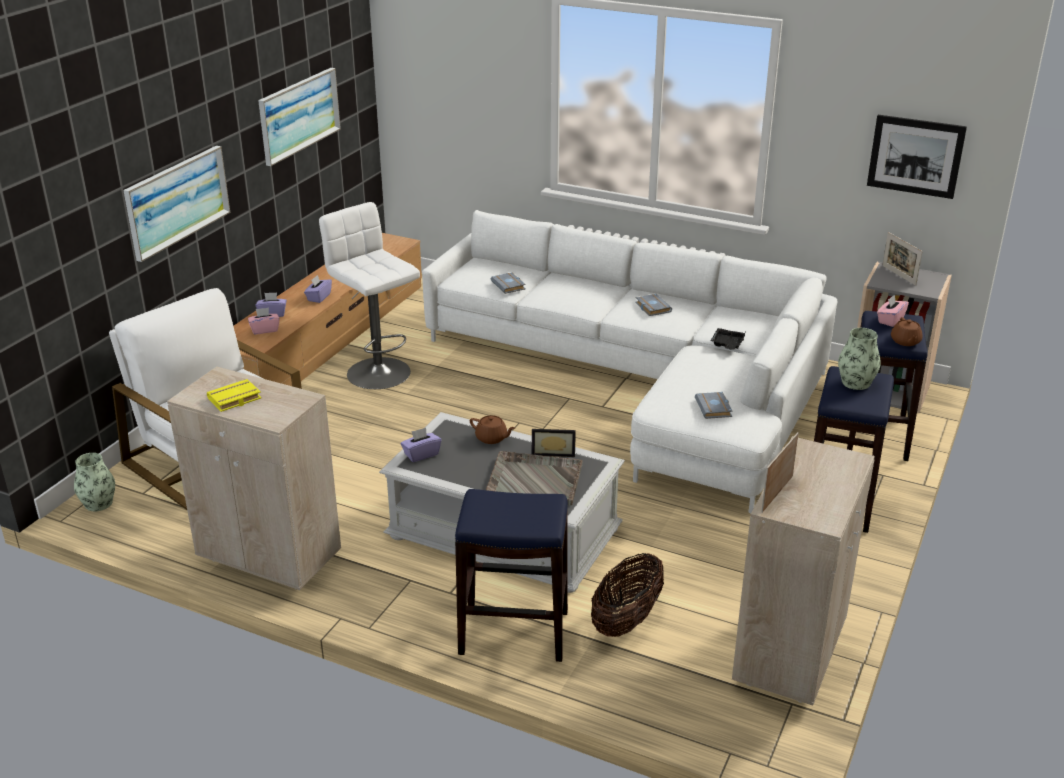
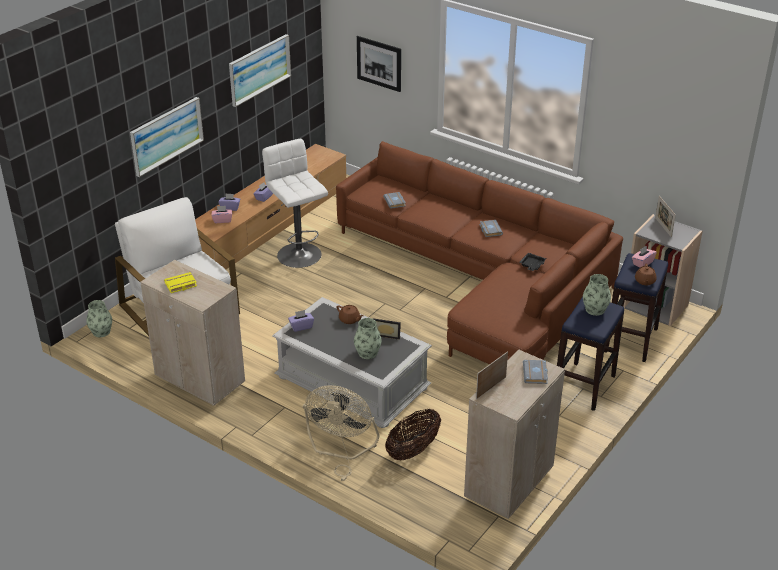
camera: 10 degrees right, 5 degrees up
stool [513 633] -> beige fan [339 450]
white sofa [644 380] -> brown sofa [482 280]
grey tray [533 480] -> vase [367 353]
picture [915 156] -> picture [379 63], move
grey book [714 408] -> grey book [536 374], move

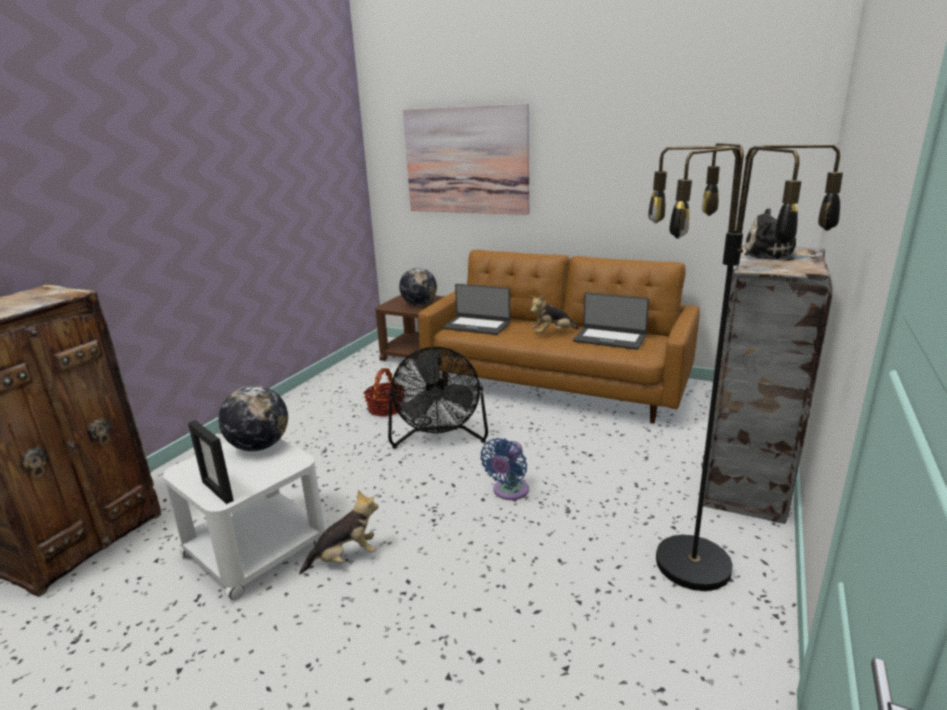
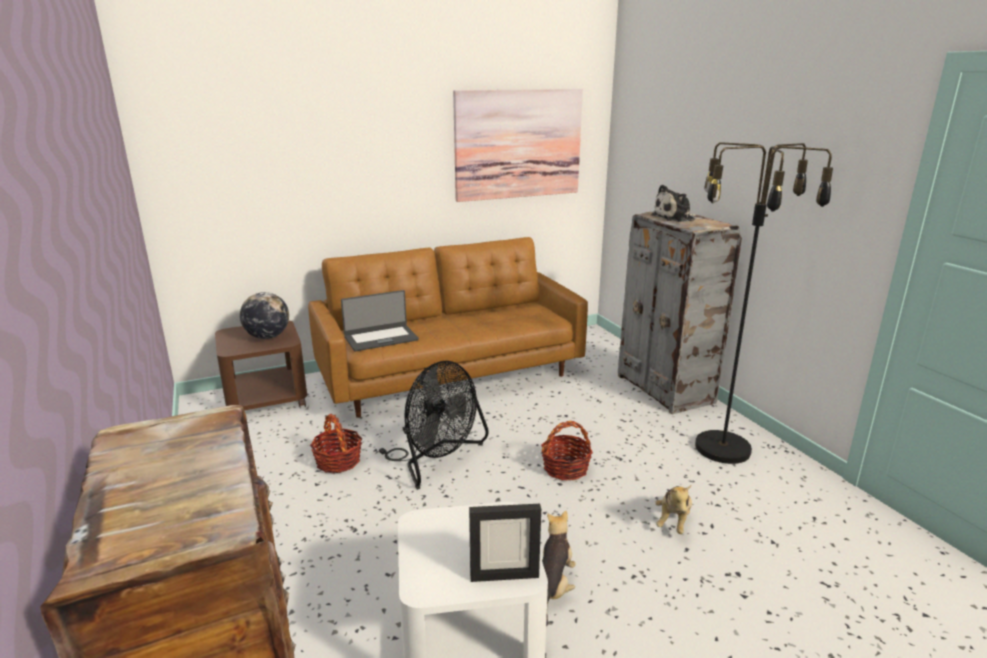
camera: 50 degrees left, 0 degrees up
picture [466 160] -> picture [518 144], move
blue fan [509 492] -> basket [565 468]
plush toy [552 334] -> plush toy [673 521], move
globe [259 446] -> none
laptop [610 338] -> none

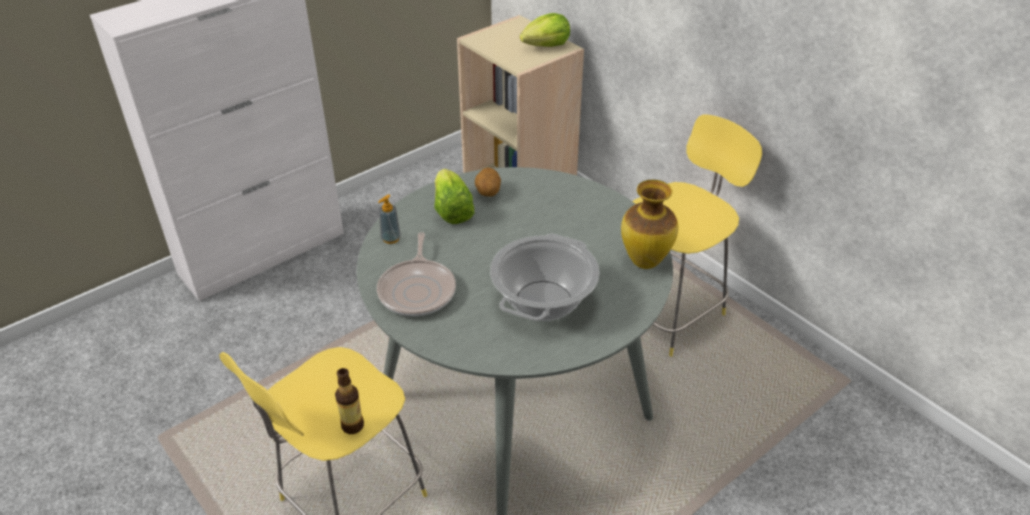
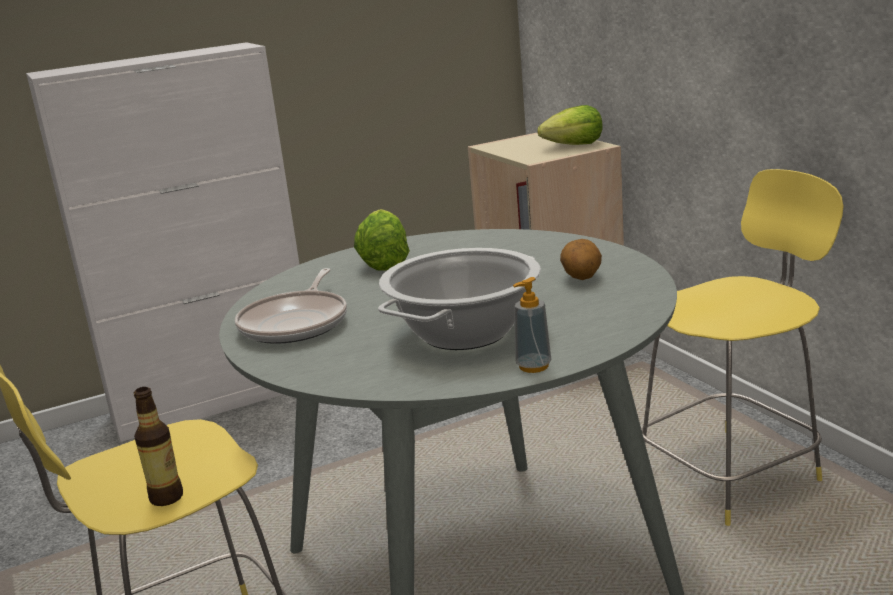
camera: 15 degrees right, 20 degrees down
soap dispenser [391 238] -> soap dispenser [533 366], move
potato [487 193] -> potato [581 278], move
vase [644 261] -> none

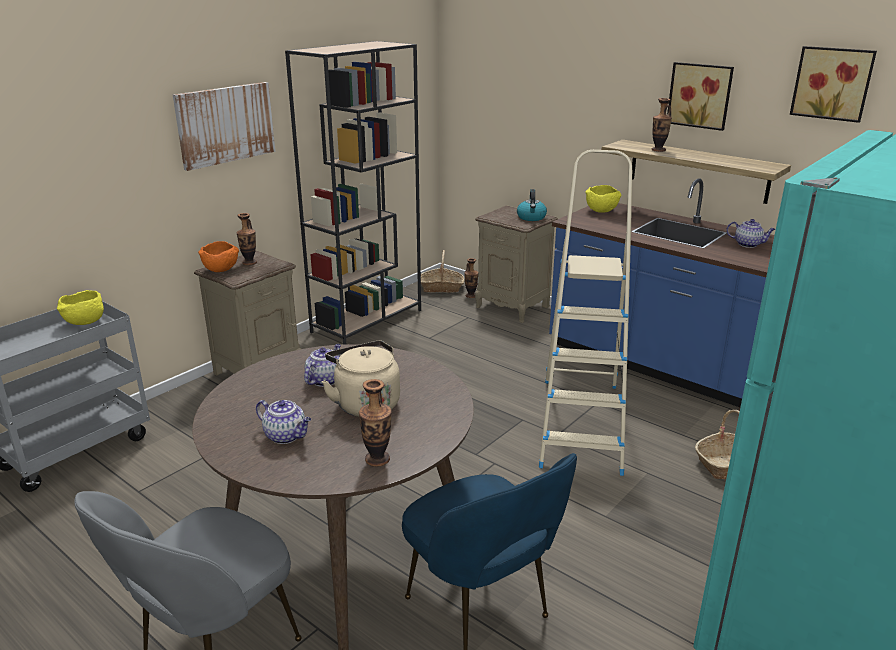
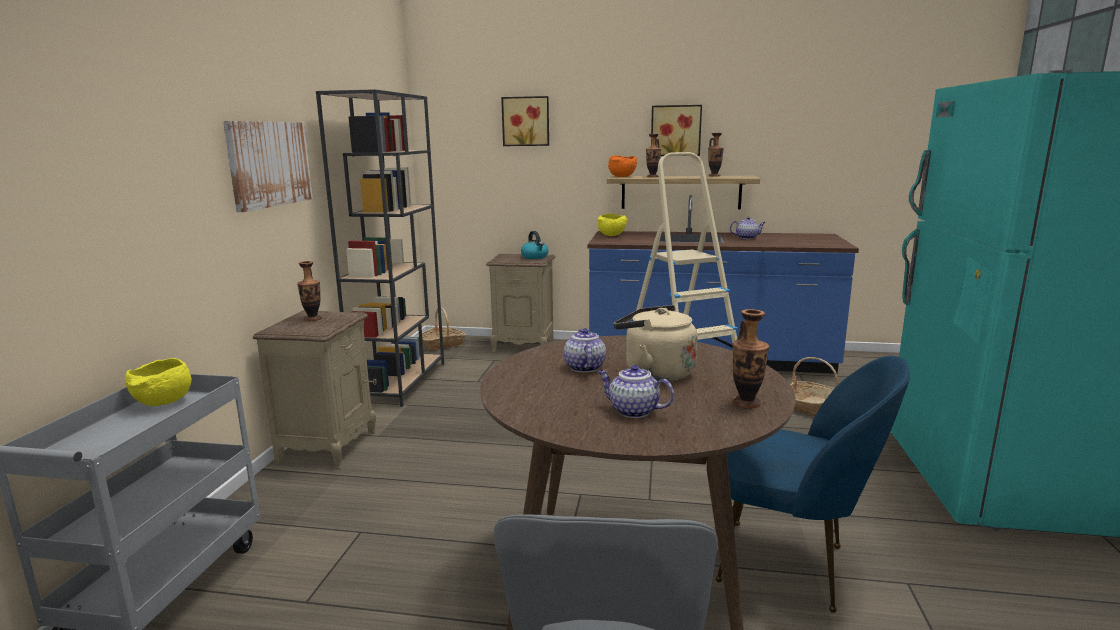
camera: 30 degrees left, 10 degrees down
picture [832 83] -> picture [526 121], move
teapot [286 436] -> teapot [632 411], 150 degrees counterclockwise
orange bowl [221 270] -> orange bowl [622 177], move
vase [471 296] -> vase [714 176], move

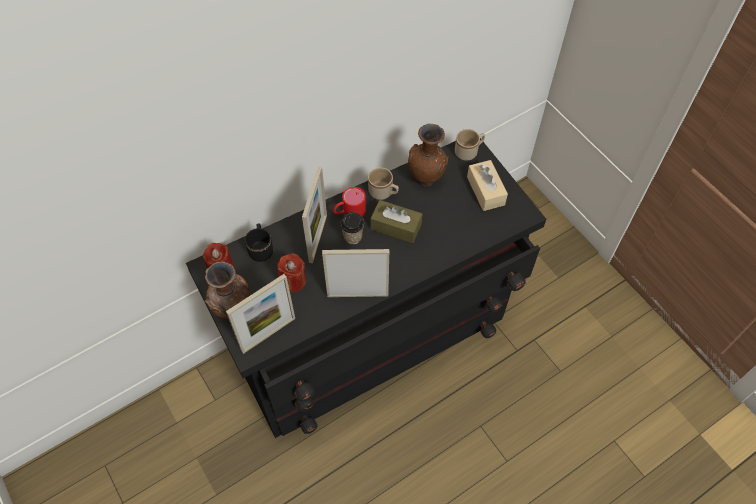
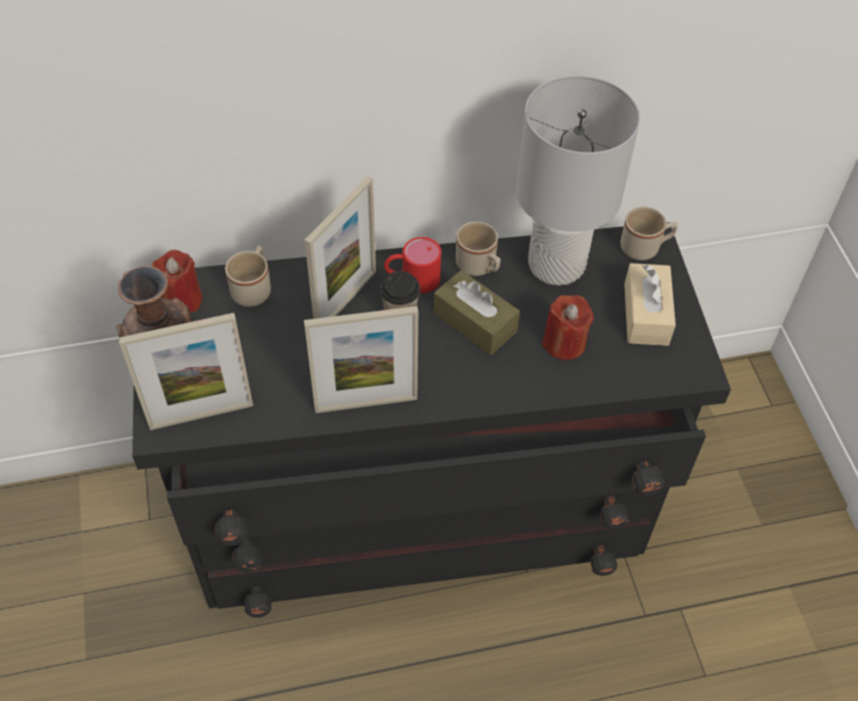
camera: 20 degrees right, 5 degrees down
black mug [261 248] -> beige mug [253 288]
picture frame [357 295] -> picture frame [366 403], 150 degrees clockwise
brown vase [426 180] -> grey table lamp [557 269]
red candle [293 281] -> red candle [564 343], move

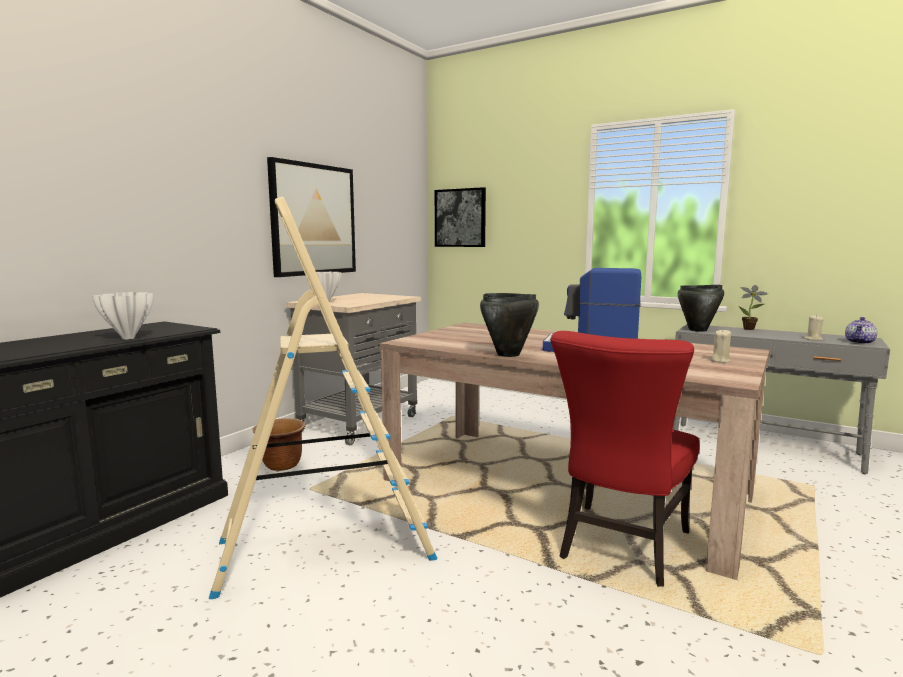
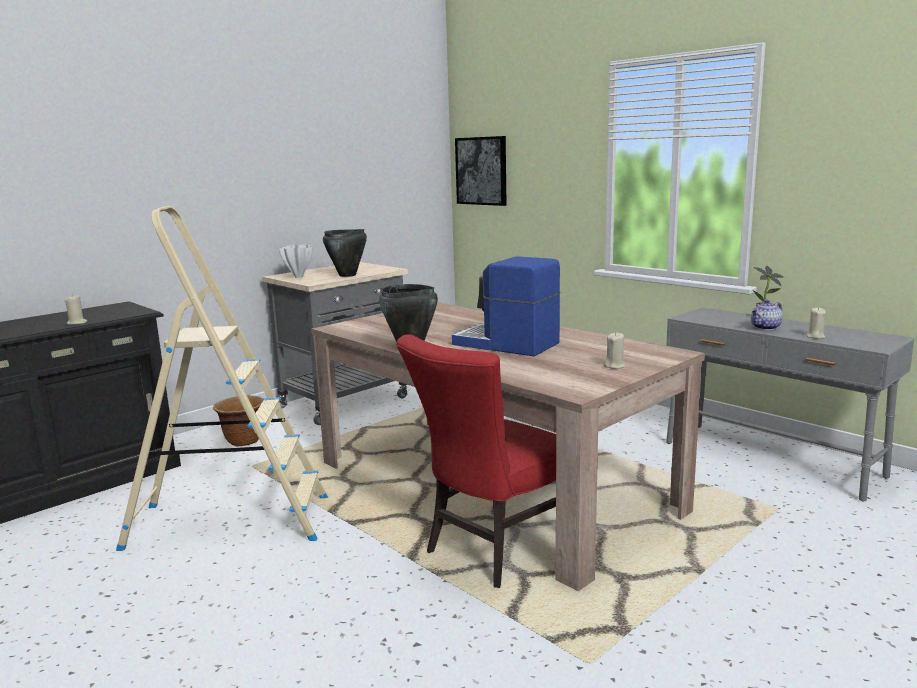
camera: 15 degrees right, 5 degrees up
white vase [129 338] -> beige candle [77 323]
black cooking pot [698 330] -> black cooking pot [347 275], move
teapot [860 342] -> teapot [766 328], move
picture [313 220] -> none

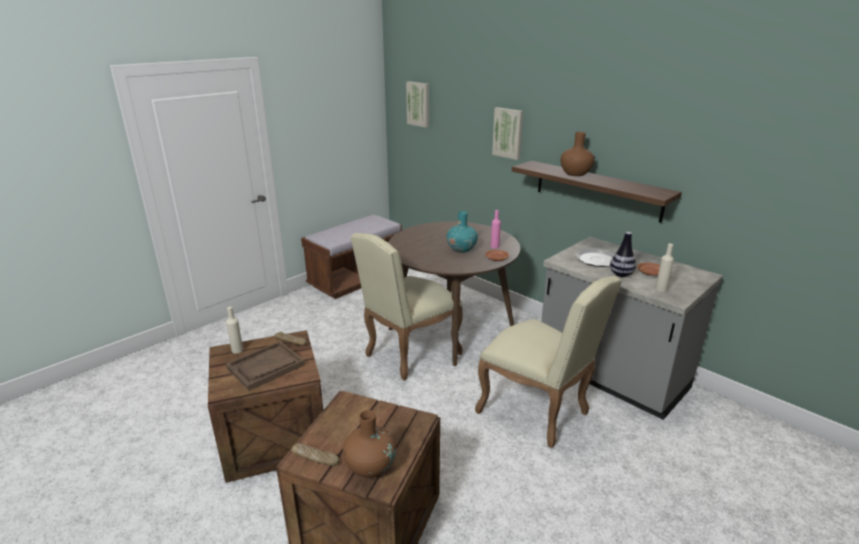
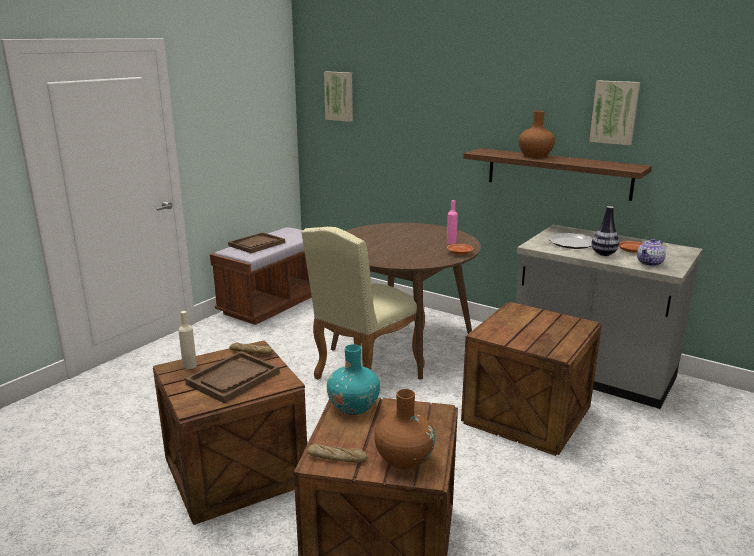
camera: 10 degrees left, 5 degrees down
none -> brown tray [257 244]
turquoise vase [461 249] -> turquoise vase [353 407], move
beige chair [536 411] -> crate [527 415]
picture [508 133] -> picture [614 112], move
beige bottle [661 289] -> teapot [650 263]

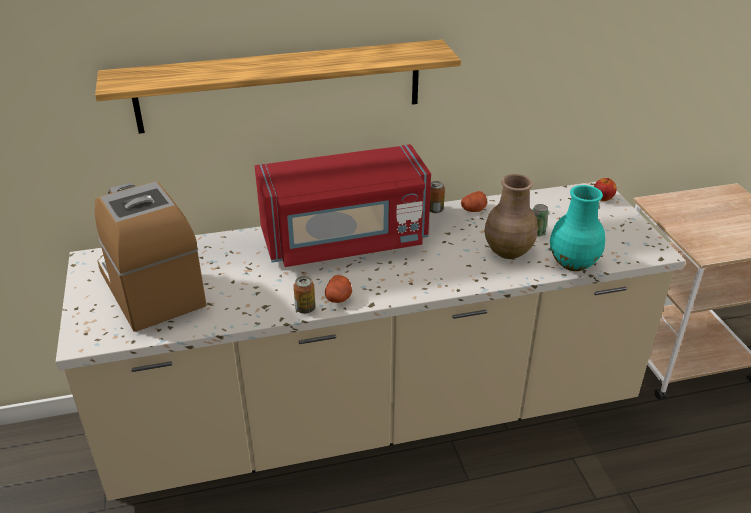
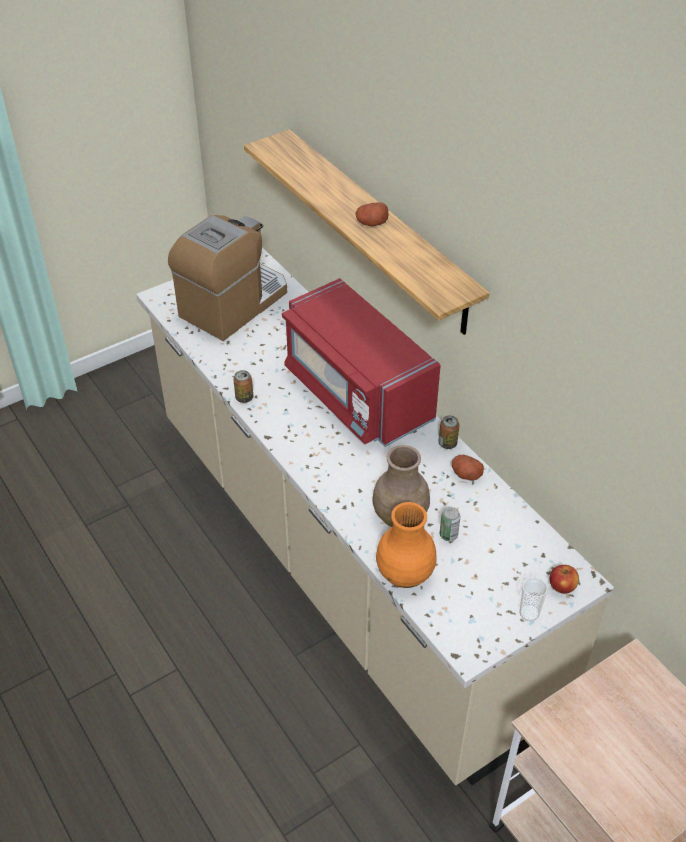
camera: 70 degrees right, 10 degrees up
potato [338 298] -> potato [371 223], move
turquoise vase [572 263] -> orange vase [405 573]
none -> cup [529 613]

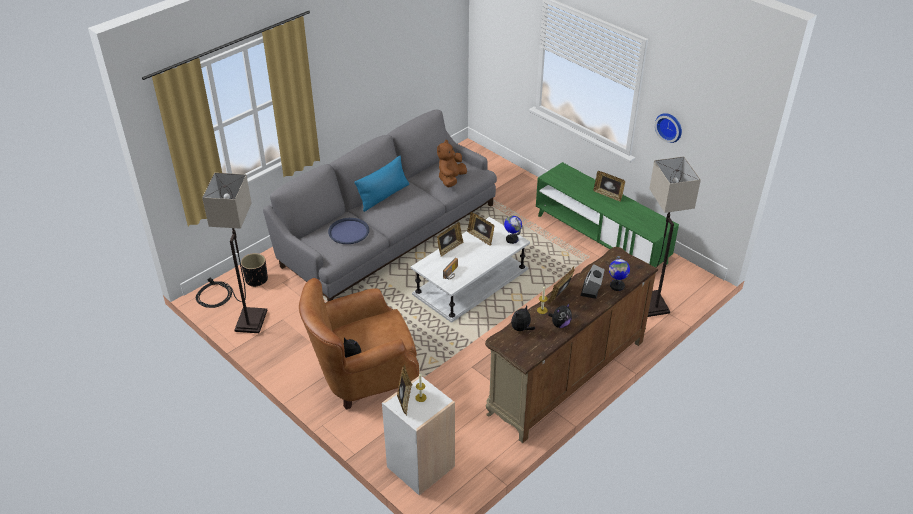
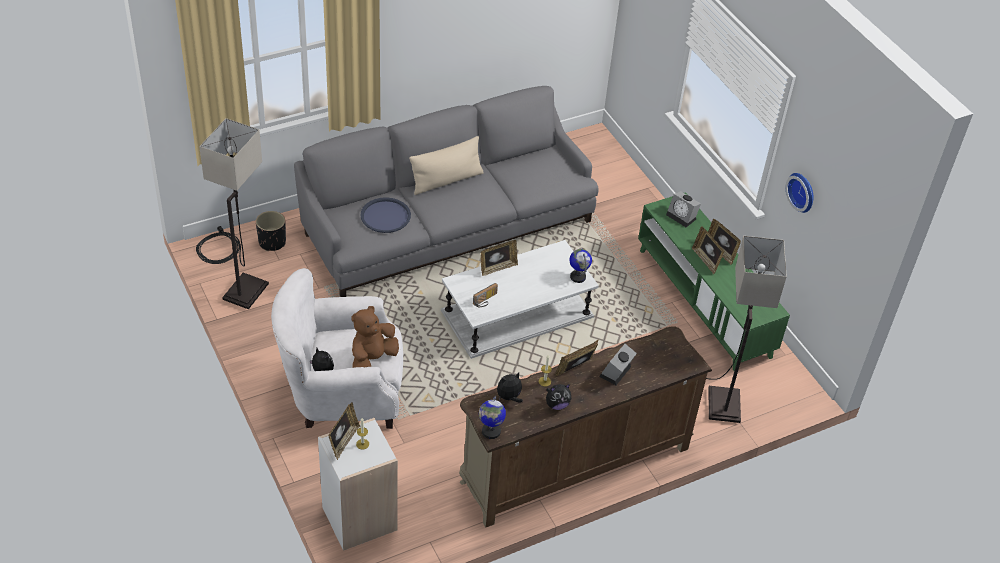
camera: 15 degrees right, 5 degrees up
brown armchair [363 375] -> white armchair [342 393]
brown plush toy [451 179] -> brown plush toy [372 358], move
blue pillow [383 196] -> beige pillow [446 181]
globe [617 286] -> globe [491 431], move
none -> alarm clock [682 217]
picture frame [481 237] -> picture frame [706 260], move

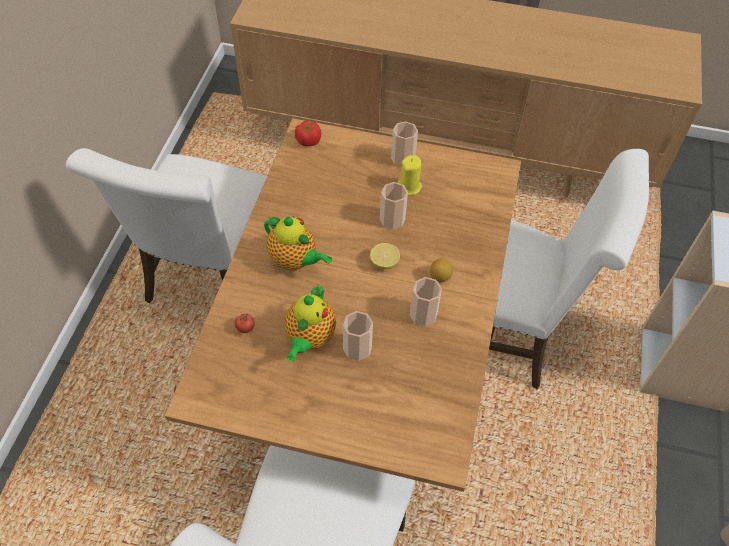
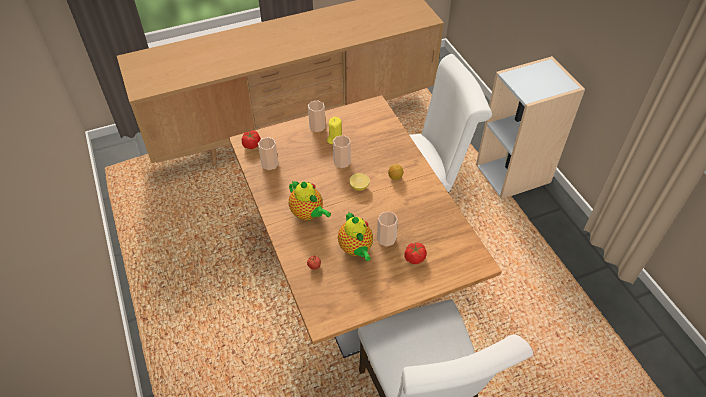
camera: 35 degrees left, 5 degrees down
cup [423 314] -> cup [269 164], move
teapot [295 261] -> teapot [308 214], 45 degrees clockwise
none -> tomato [414 258]
white chair [209 280] -> none

